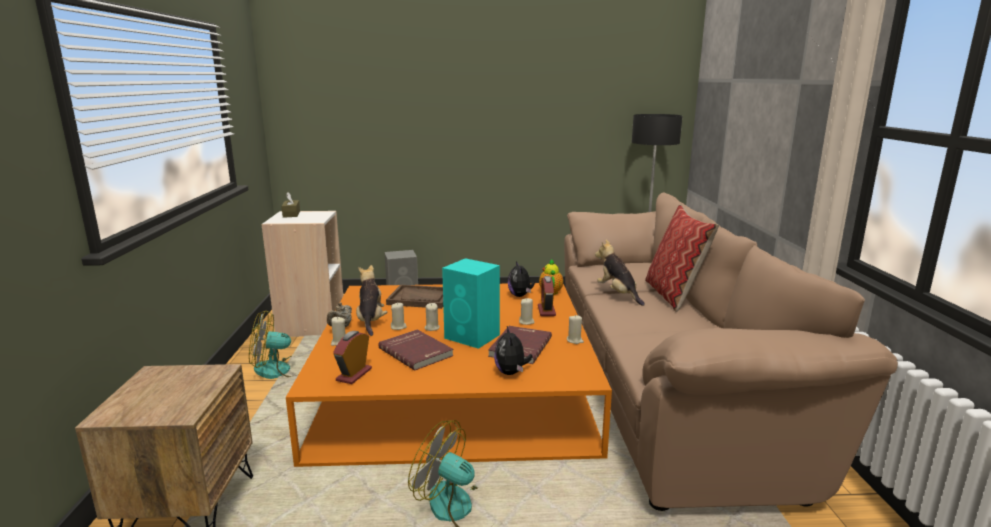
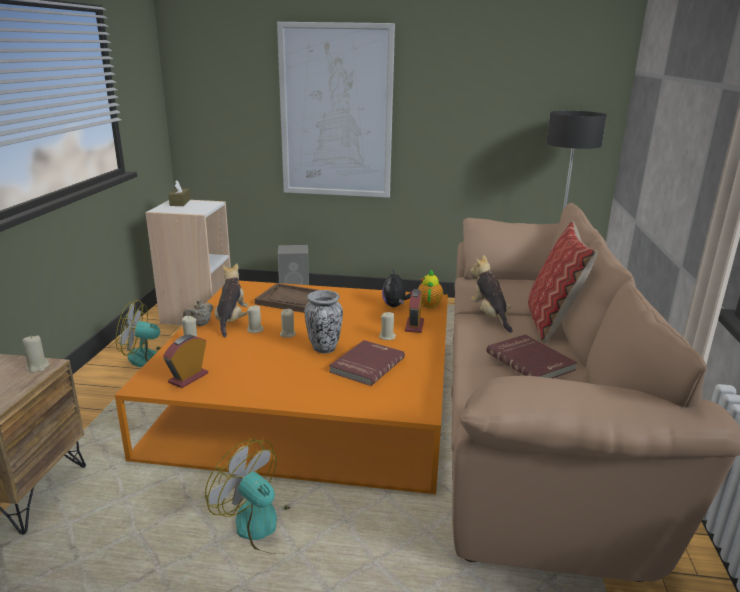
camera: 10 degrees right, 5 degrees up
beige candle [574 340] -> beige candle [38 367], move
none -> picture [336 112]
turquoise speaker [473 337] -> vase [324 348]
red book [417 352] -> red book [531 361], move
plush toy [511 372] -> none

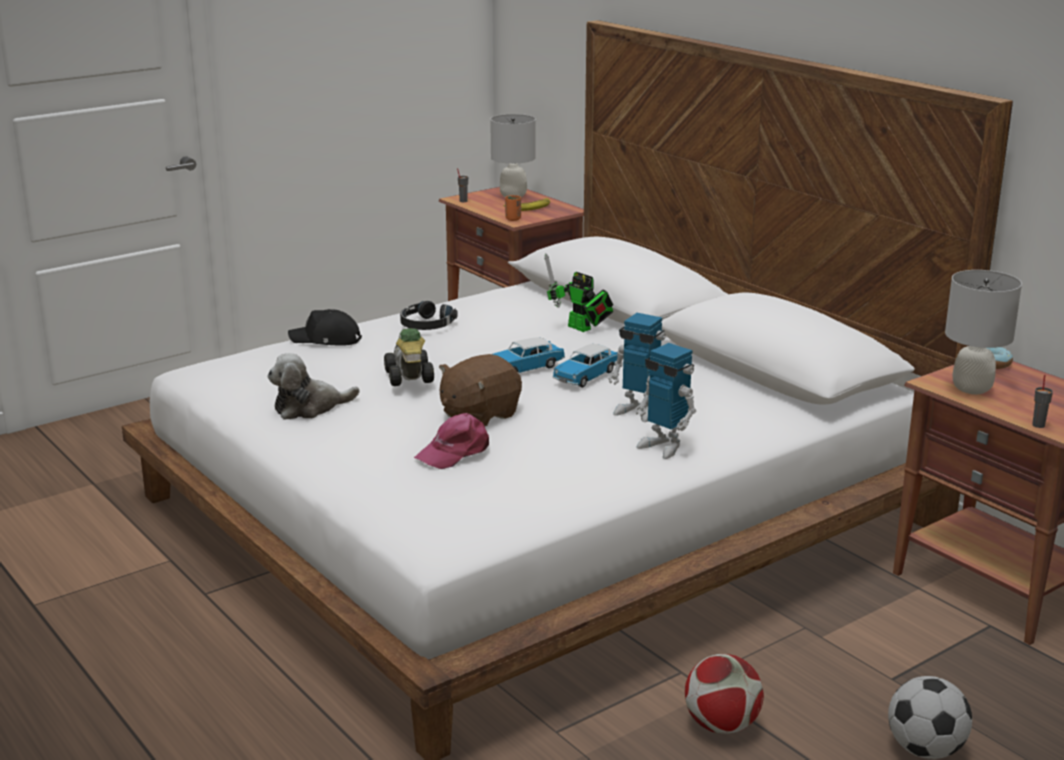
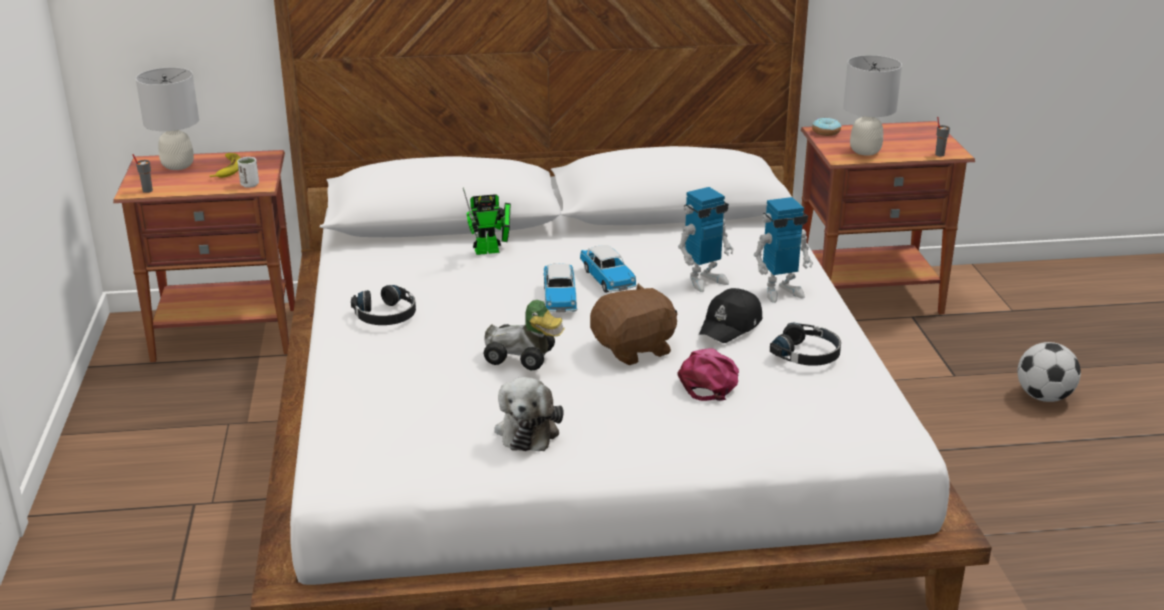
camera: 60 degrees left, 5 degrees up
orange cup [513 219] -> white cup [250 185]
brown plush toy [479 415] -> brown plush toy [634 349], 105 degrees counterclockwise
pink cap [455 452] -> pink cap [710 381], 150 degrees counterclockwise
black cap [326 340] -> black cap [731 325], move
none -> black headphones [807 354]
football [721 725] -> none

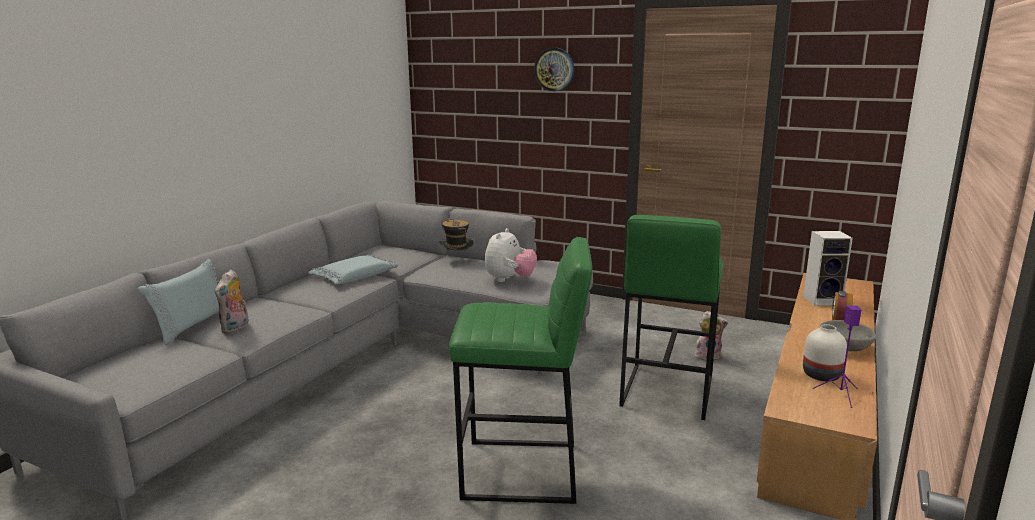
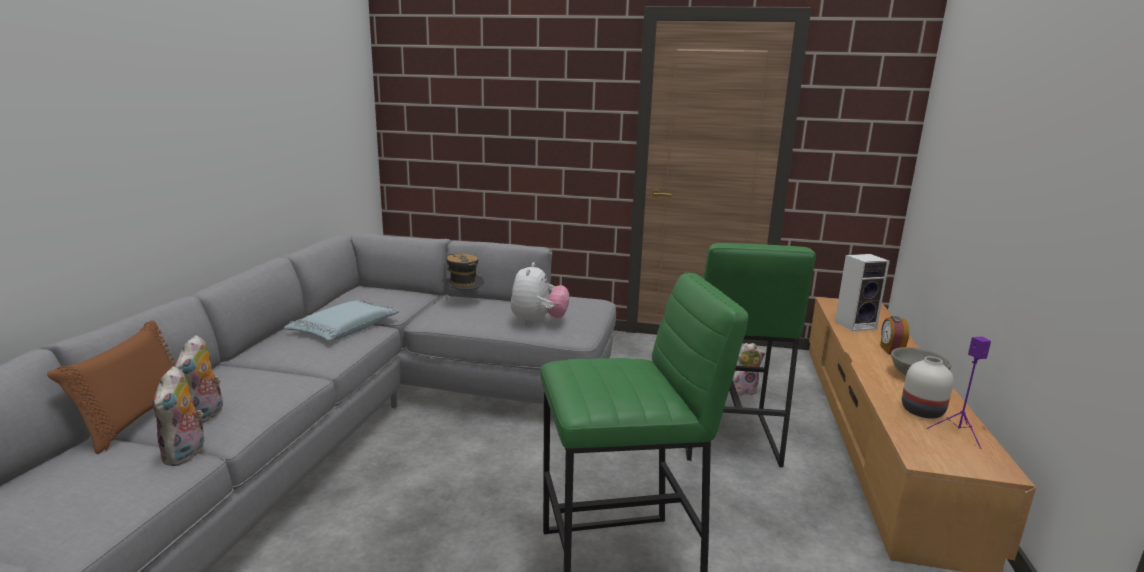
camera: 15 degrees left, 0 degrees up
blue pillow [193 326] -> brown pillow [135 418]
none -> plush toy [186 455]
wall clock [554 69] -> none

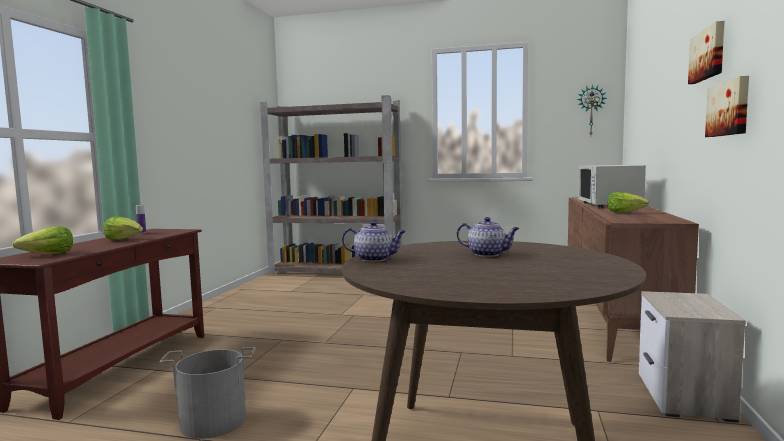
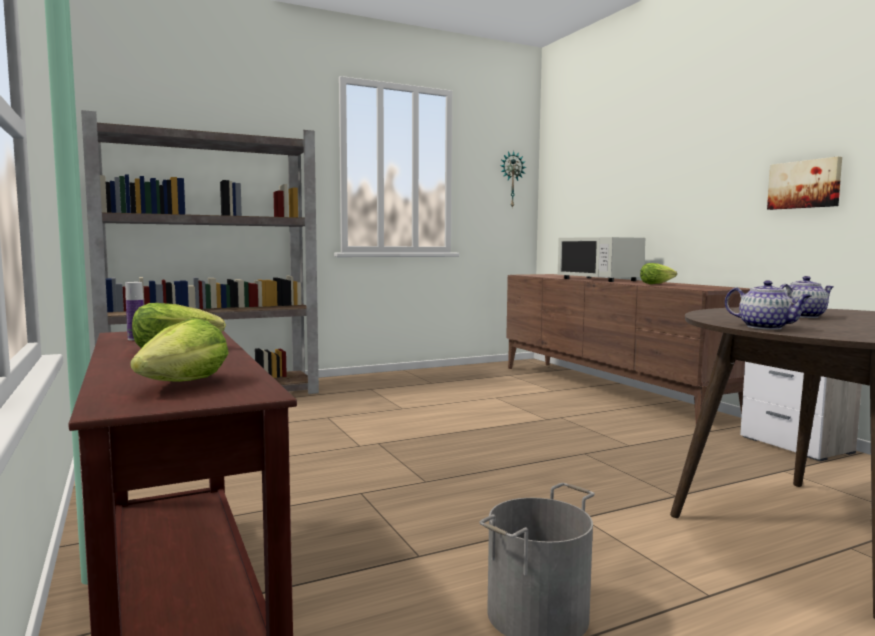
camera: 40 degrees left, 0 degrees up
teapot [375 259] -> teapot [766 327], 75 degrees clockwise
picture [708 54] -> none

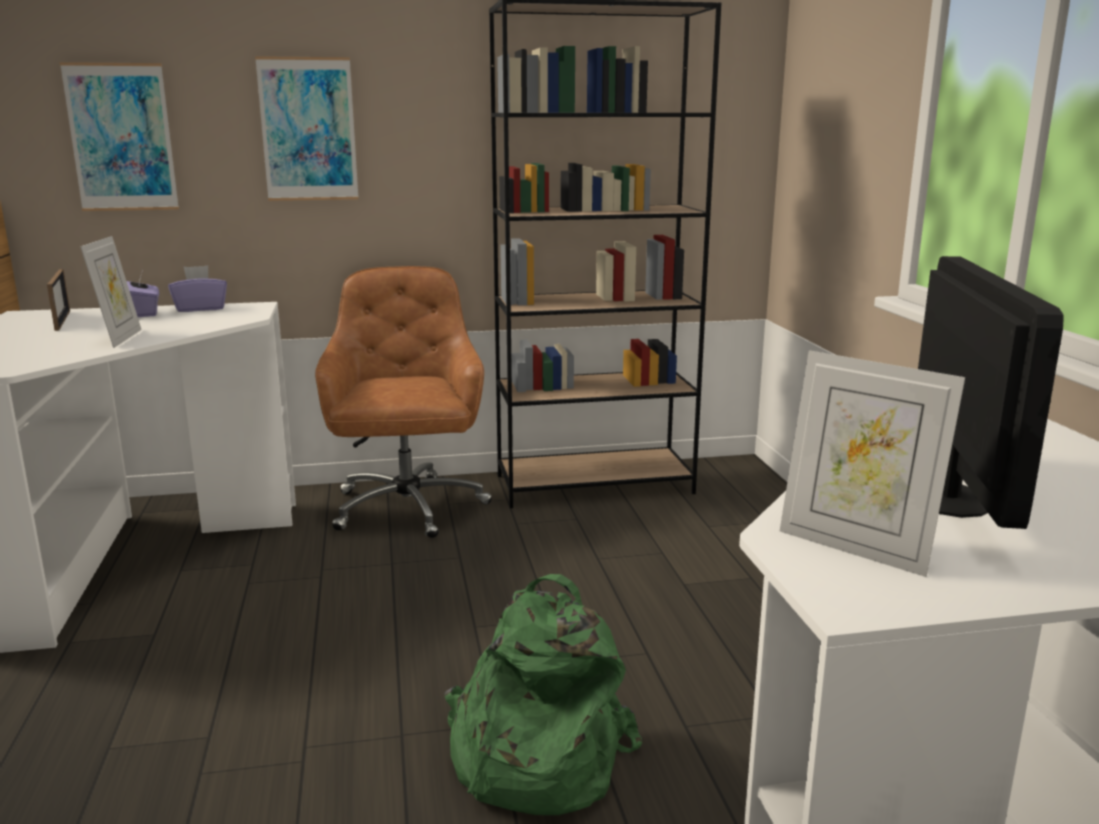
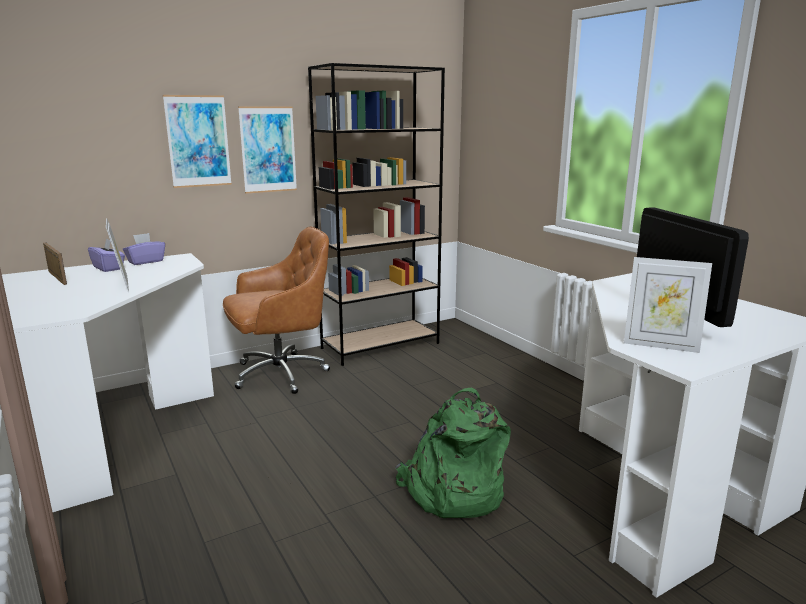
camera: 20 degrees left, 0 degrees up
brown office chair [409 507] -> brown office chair [280 374], 90 degrees clockwise
picture [121 138] -> picture [268 149], move

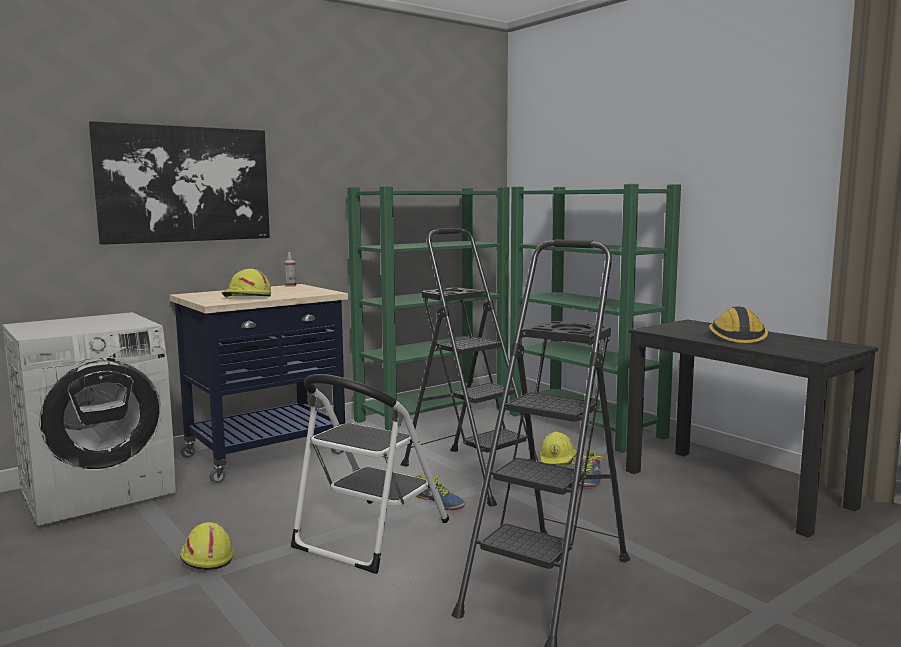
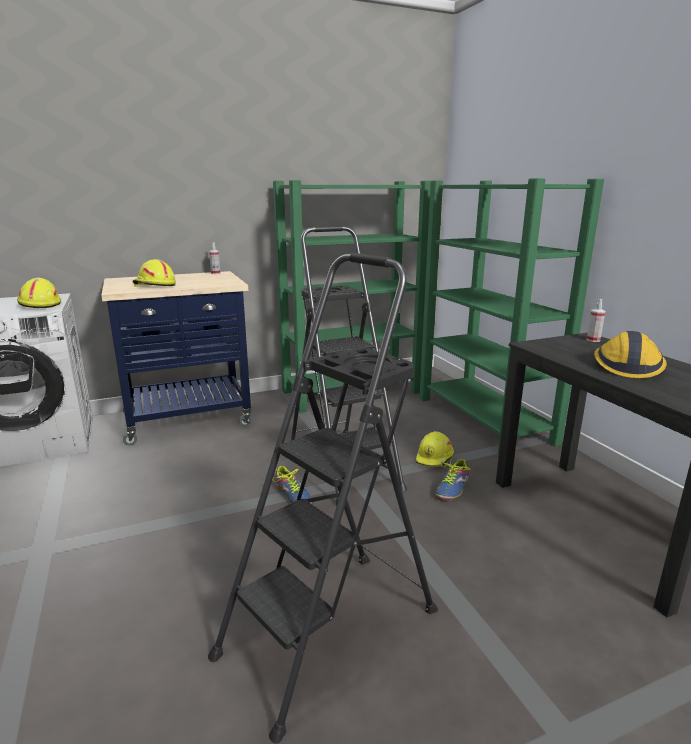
camera: 15 degrees right, 10 degrees up
yellow hard hat [205 558] -> yellow hard hat [40 305], move
none -> spray bottle [593 340]
picture [185 184] -> none
step ladder [368 536] -> none

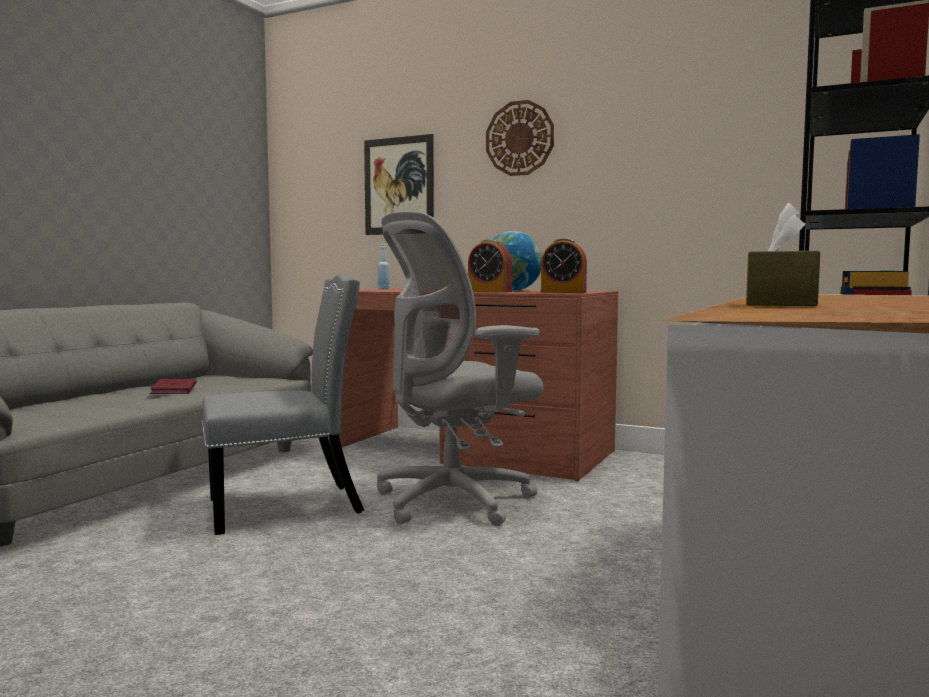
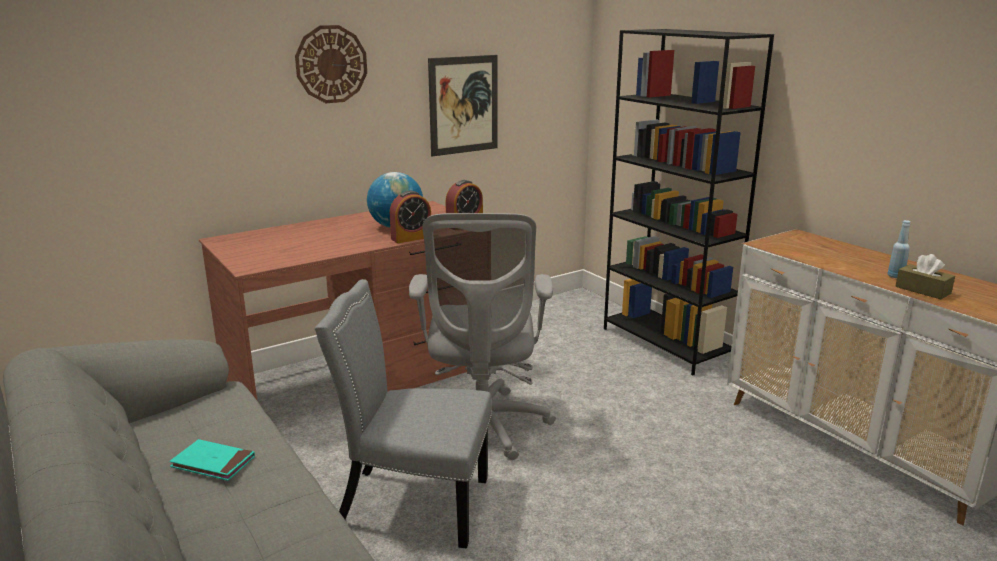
camera: 60 degrees left, 15 degrees up
red book [174 390] -> turquoise book [213 463]
grey chair [281 507] -> grey chair [416 504], 90 degrees counterclockwise
picture [398 186] -> picture [463 105], move
blue bottle [383 289] -> blue bottle [895 276], move

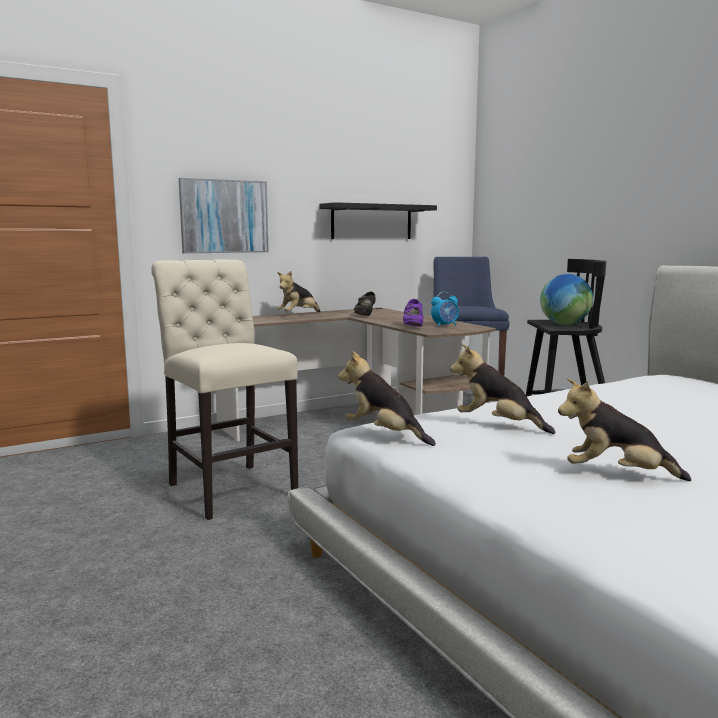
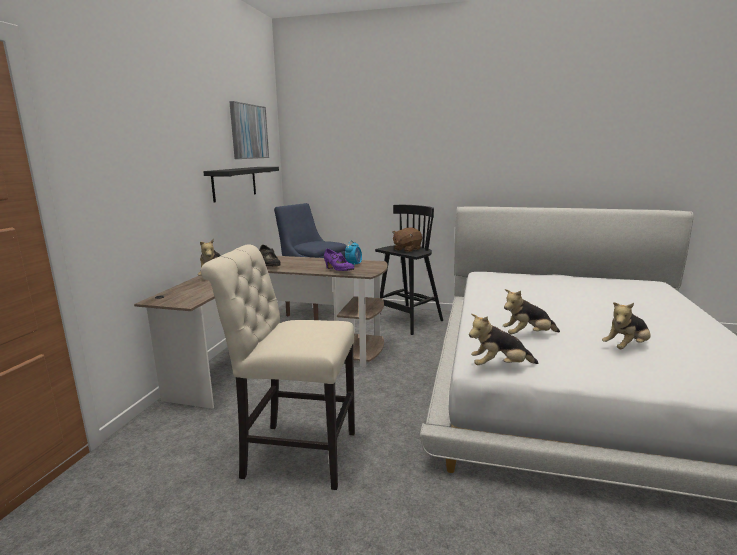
camera: 45 degrees left, 5 degrees up
picture [224 216] -> picture [248 131], move
globe [565 324] -> brown plush toy [406 249]

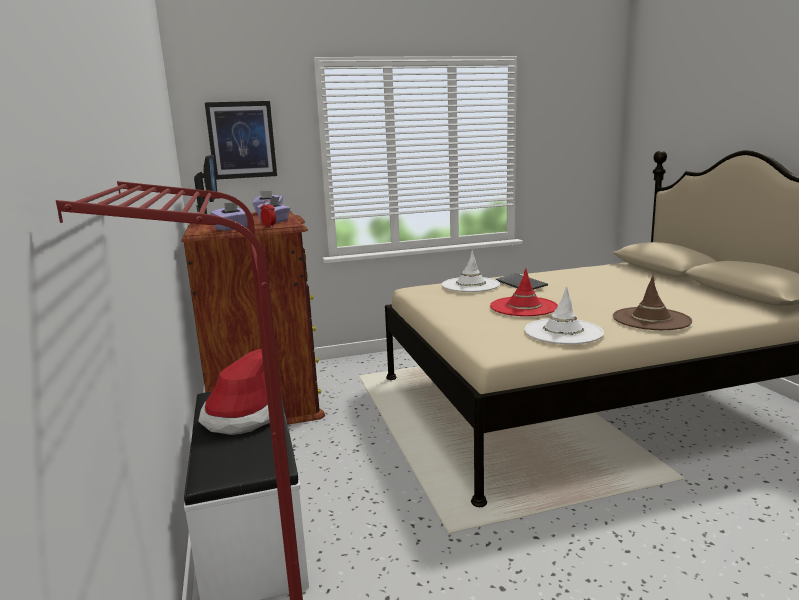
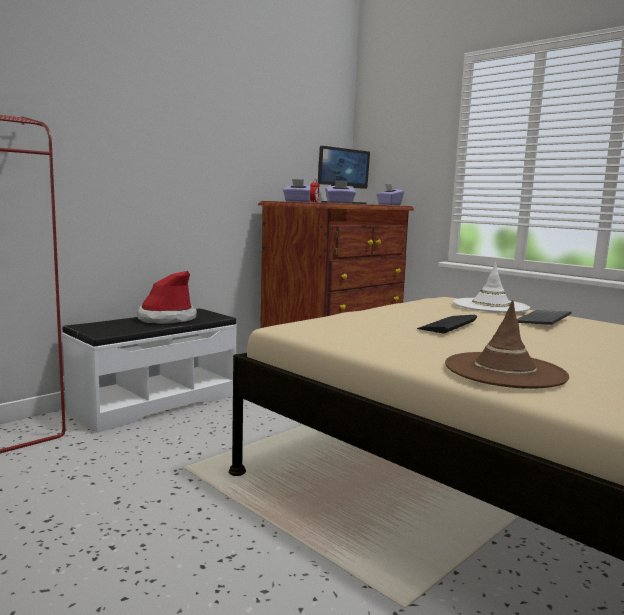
camera: 60 degrees right, 5 degrees down
red hat [523 307] -> keyboard [447 325]
picture [241 140] -> none
white hat [563 332] -> none

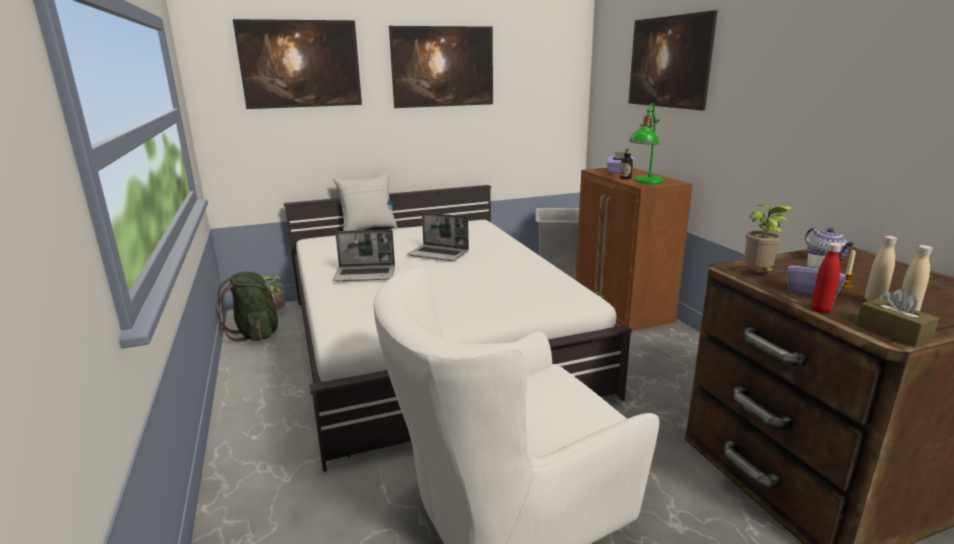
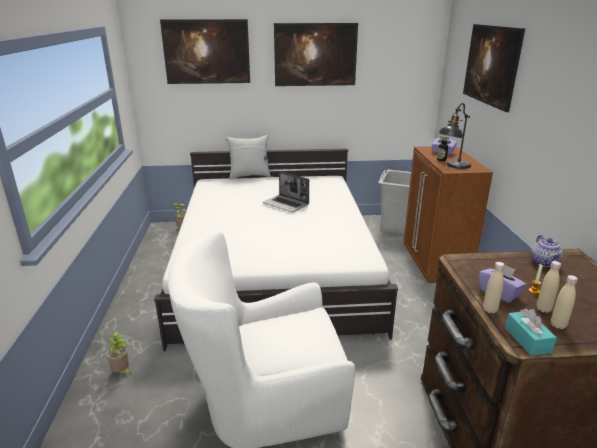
camera: 15 degrees right, 5 degrees up
potted plant [759 274] -> potted plant [122 372], move
green table lamp [645 183] -> grey table lamp [453 167]
red bottle [820 310] -> beige bottle [489 310]
brown tissue box [893 332] -> turquoise tissue box [527 340]
green backpack [256 334] -> none
laptop [366 274] -> none

